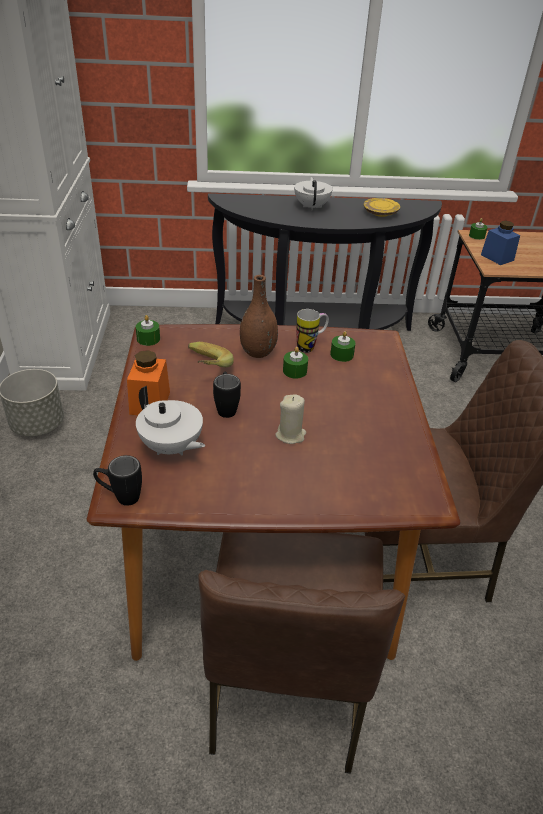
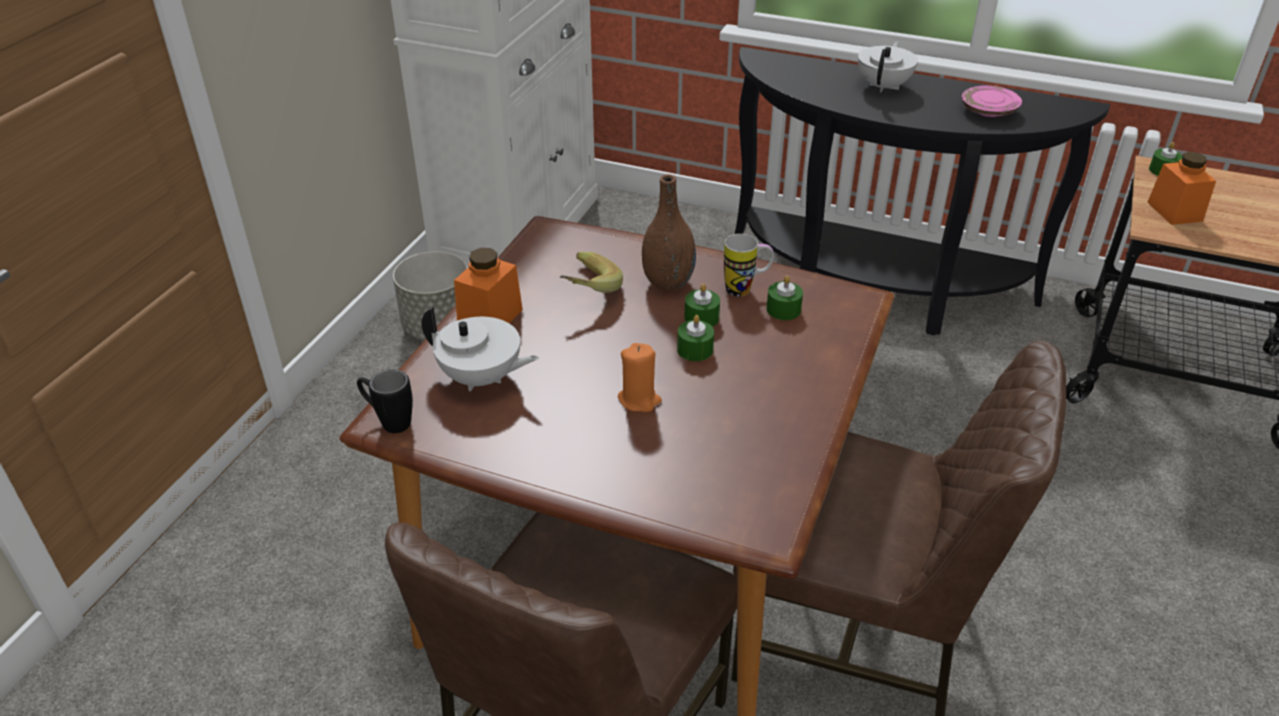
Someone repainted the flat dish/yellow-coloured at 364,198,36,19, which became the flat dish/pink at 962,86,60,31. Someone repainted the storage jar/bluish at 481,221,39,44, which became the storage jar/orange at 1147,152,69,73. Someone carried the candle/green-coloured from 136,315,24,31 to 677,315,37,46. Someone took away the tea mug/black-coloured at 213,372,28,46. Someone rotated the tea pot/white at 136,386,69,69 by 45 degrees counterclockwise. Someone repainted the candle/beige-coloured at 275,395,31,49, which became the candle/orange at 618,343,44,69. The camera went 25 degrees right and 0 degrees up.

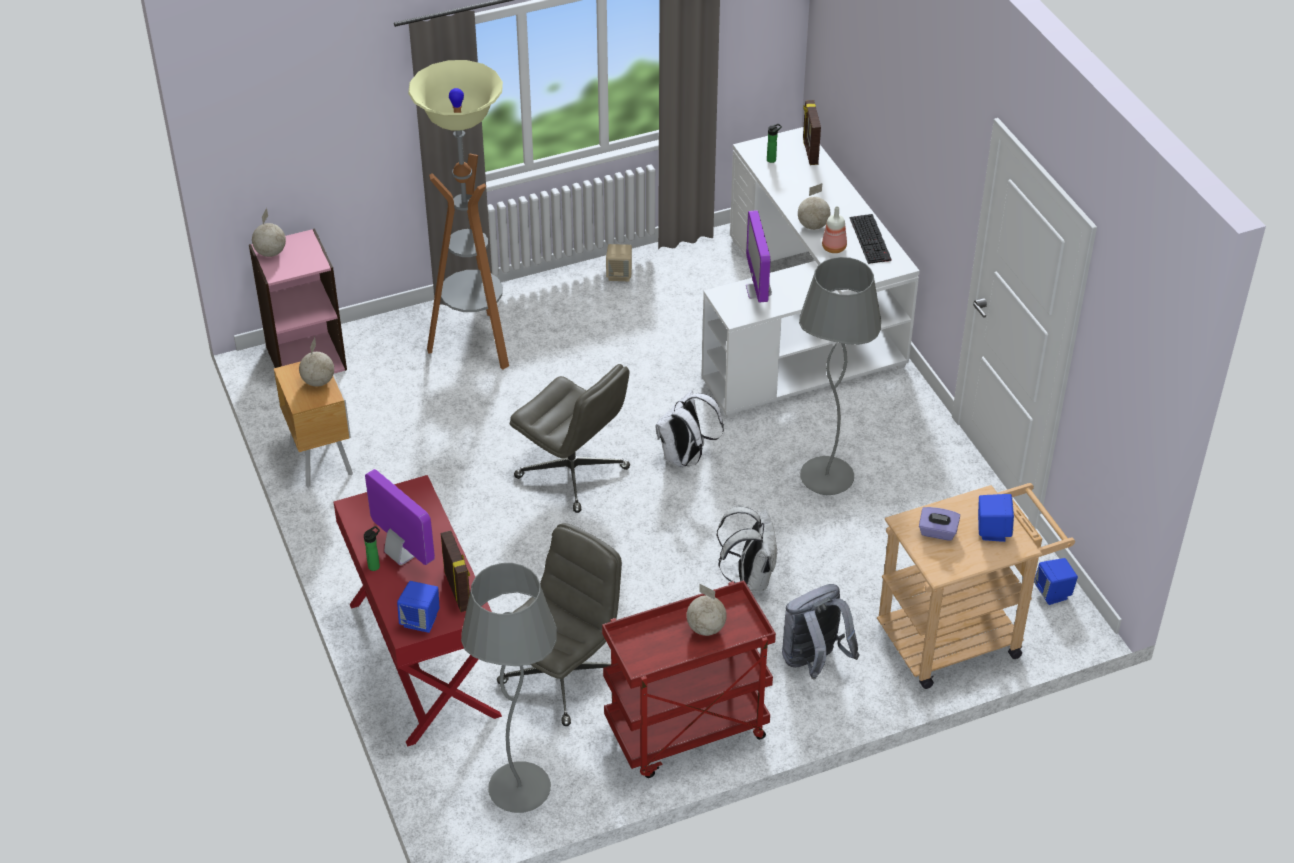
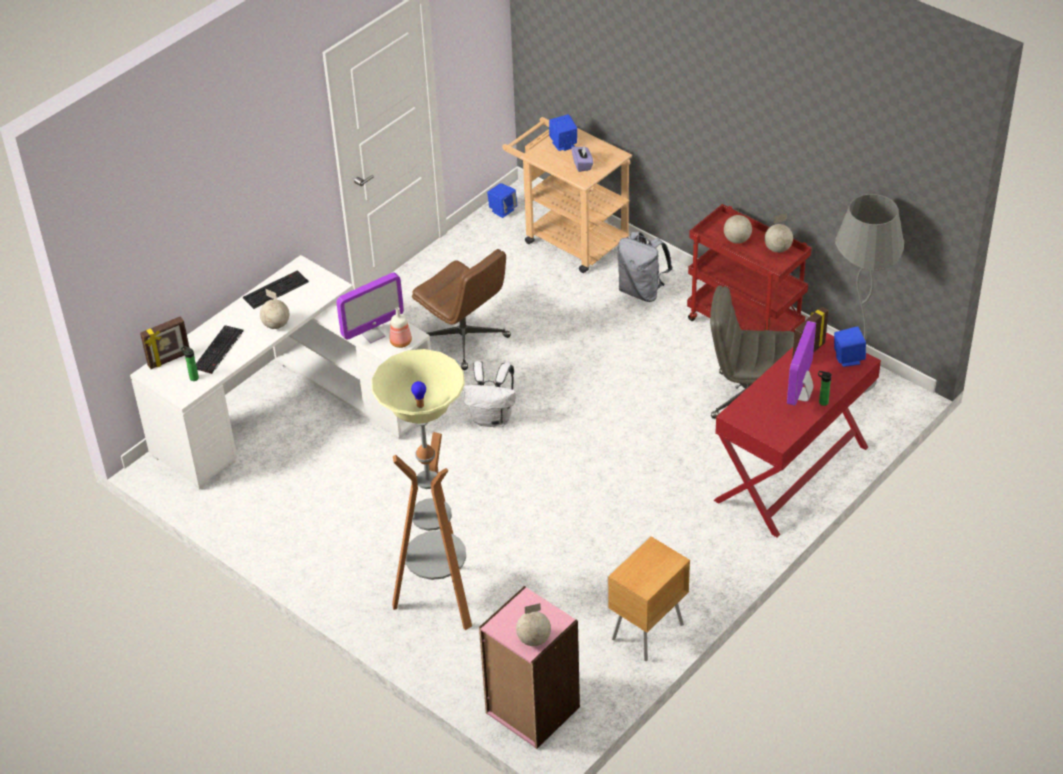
Someone carried the bottle from 822,206,25,47 to 390,307,22,41. Someone took away the audio speaker/beige-coloured at 606,244,26,37. Someone swapped the standing lamp/grey at 799,257,82,238 for the office chair/brownish at 412,249,99,121. Someone carried the desk globe from 299,337,35,50 to 764,213,29,40. Someone took away the office chair/grey at 510,364,120,149. Someone took away the knapsack/white at 717,506,61,85. Someone put down the PC keyboard at 196,325,48,49. The camera went 115 degrees left and 0 degrees up.

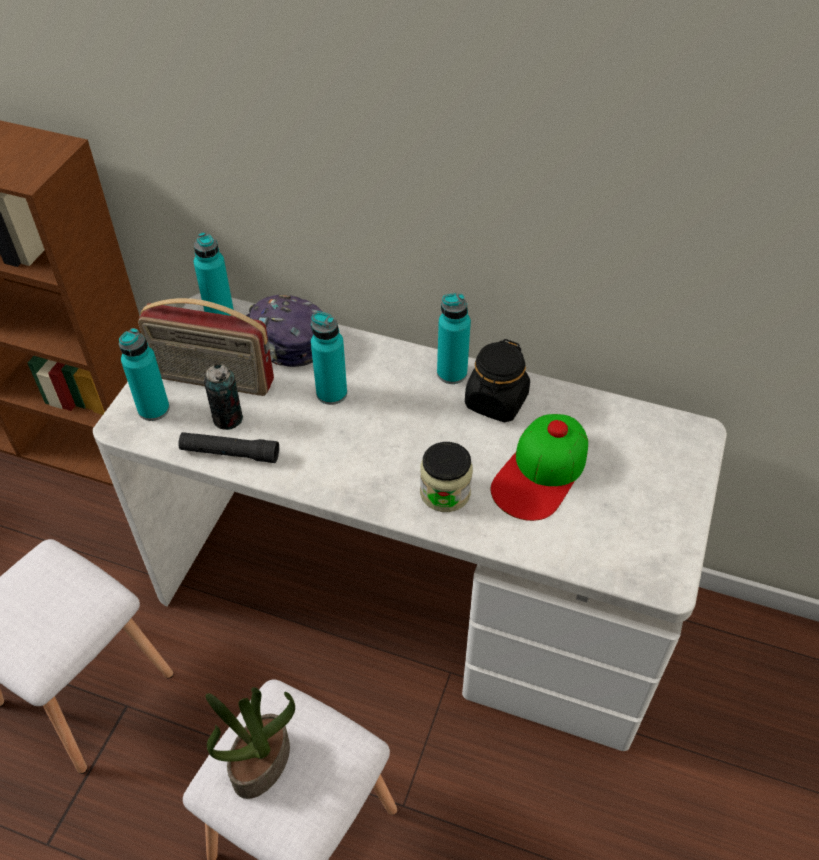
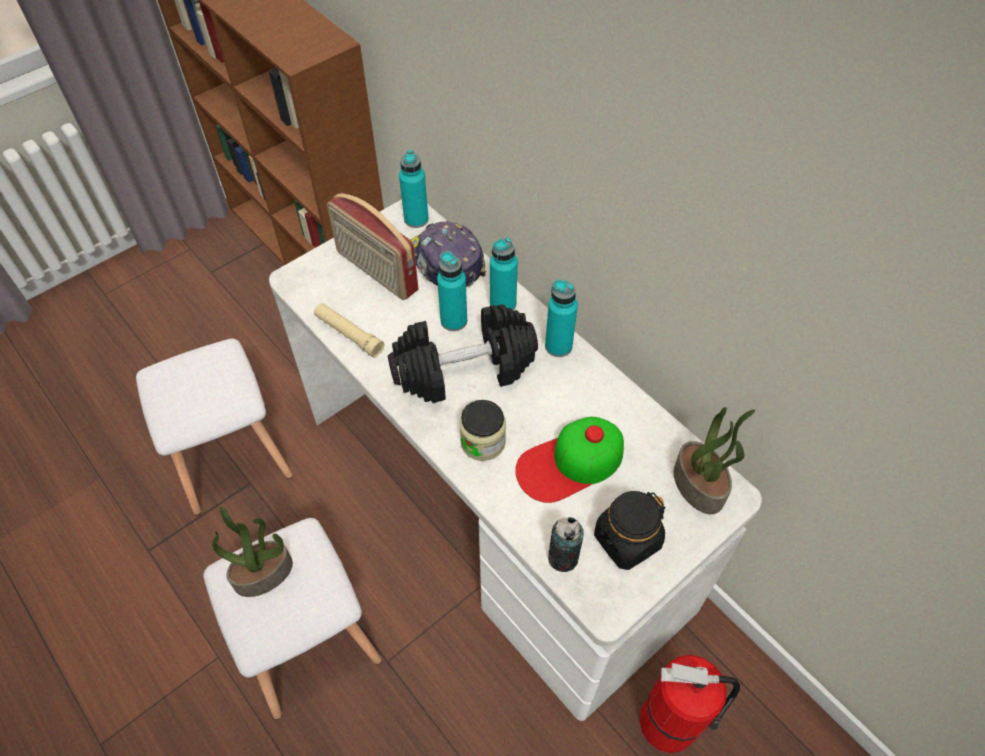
Someone carried the bottle/blue-green from 119,328,51,93 to 490,237,28,74. Someone carried the storage jar/black-coloured from 465,339,65,83 to 594,491,71,79. Someone carried the sealed can from 204,364,39,66 to 548,517,36,55. Someone repainted the flashlight/black-coloured at 178,432,101,31, which became the flashlight/beige-coloured at 314,303,70,55. Someone put down the free weight/black-coloured at 388,304,150,99. Someone put down the houseplant at 674,407,81,107. Someone put down the fire extinguisher at 639,655,101,98. The camera went 30 degrees right and 5 degrees up.

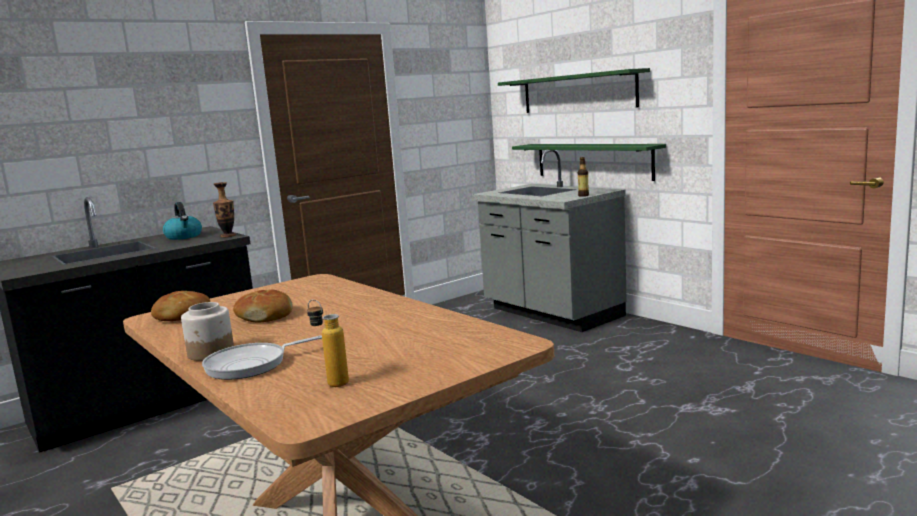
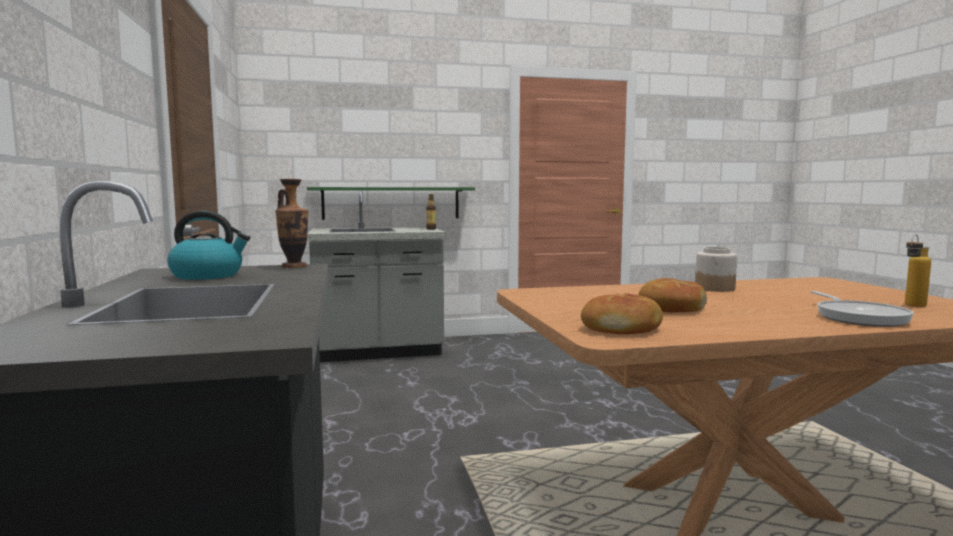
Someone took away the wall shelf/green-coloured at 498,68,152,45. Someone carried the storage jar from 181,302,53,59 to 695,247,42,45. The camera went 65 degrees left and 5 degrees down.

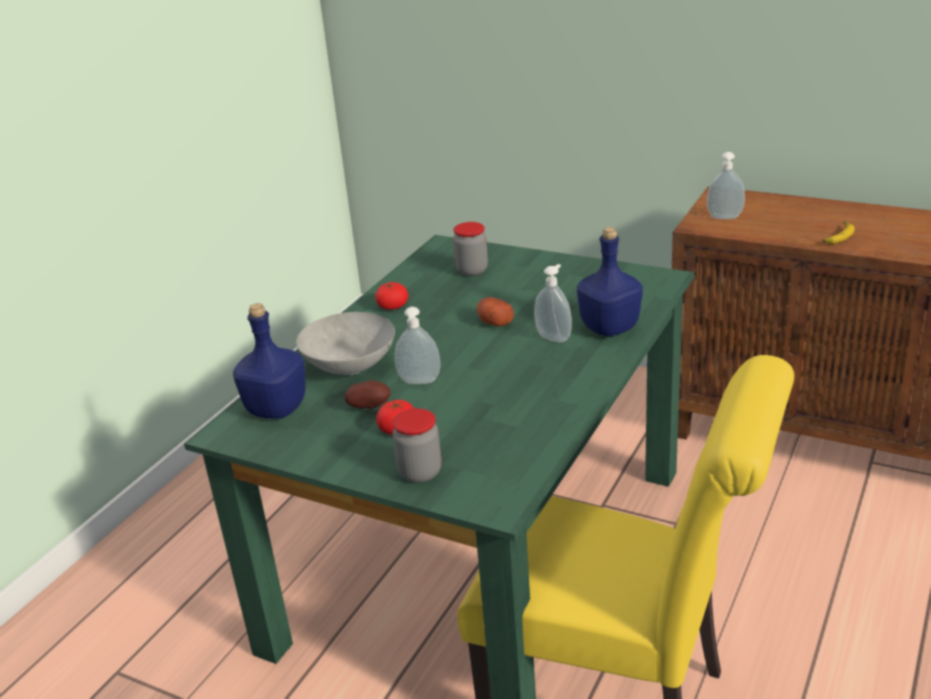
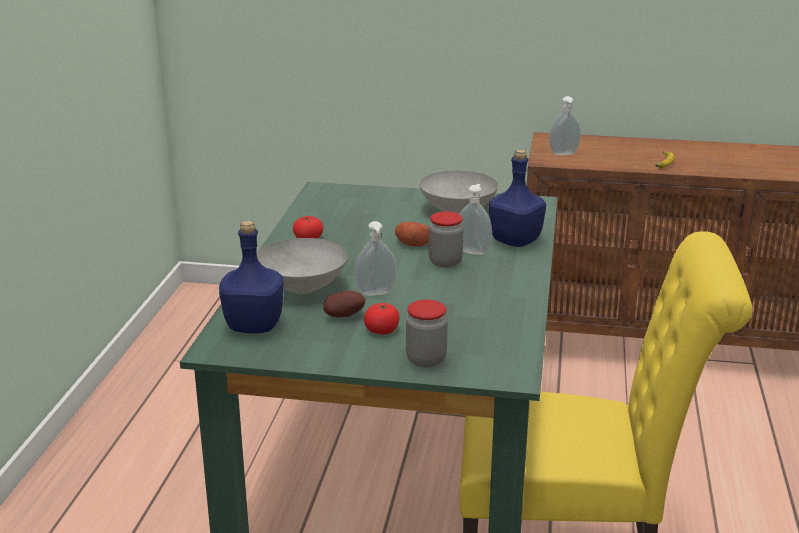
Someone carried the storage jar from 453,222,35,54 to 429,211,35,57. Someone put down the bowl/grey at 419,170,79,44. The camera went 20 degrees left and 5 degrees down.

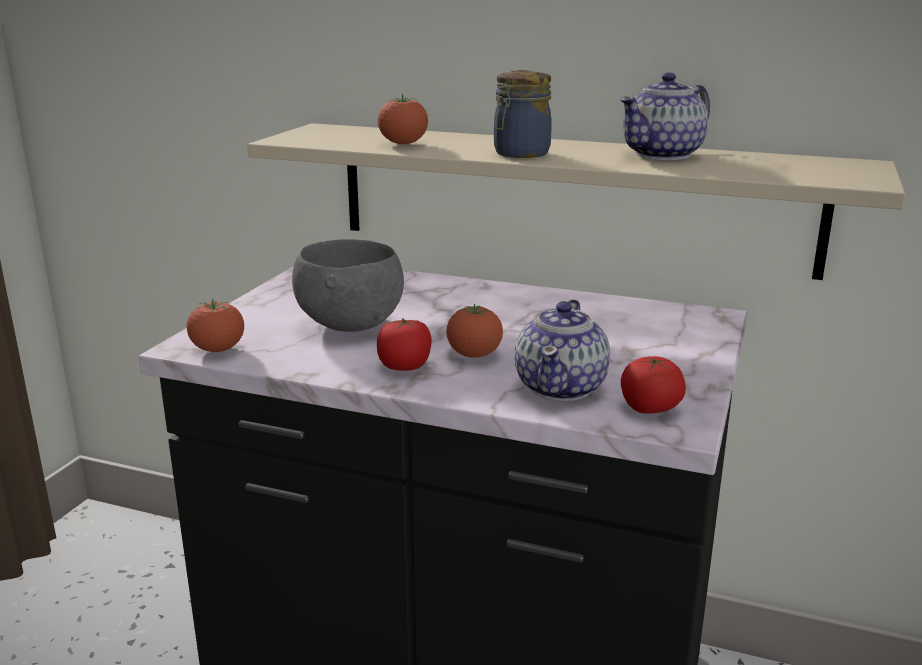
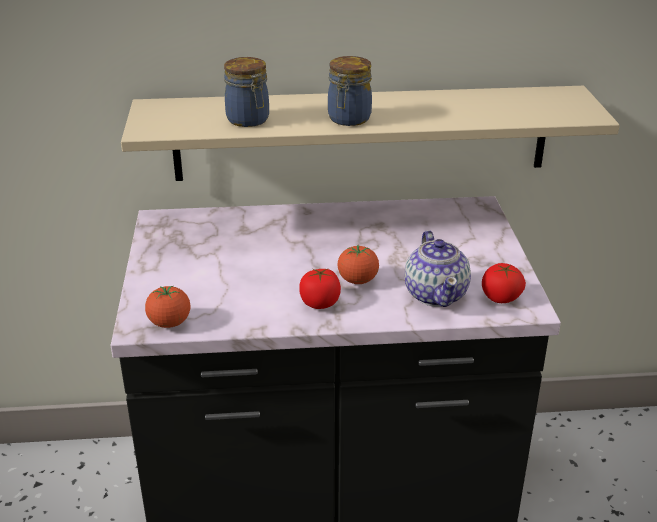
Someone took away the tea pot at 620,73,90,87. Someone swapped the tomato at 378,94,50,50 for the storage jar at 224,57,45,70. Someone took away the bowl/grey at 292,239,112,93. The camera went 25 degrees left and 10 degrees up.

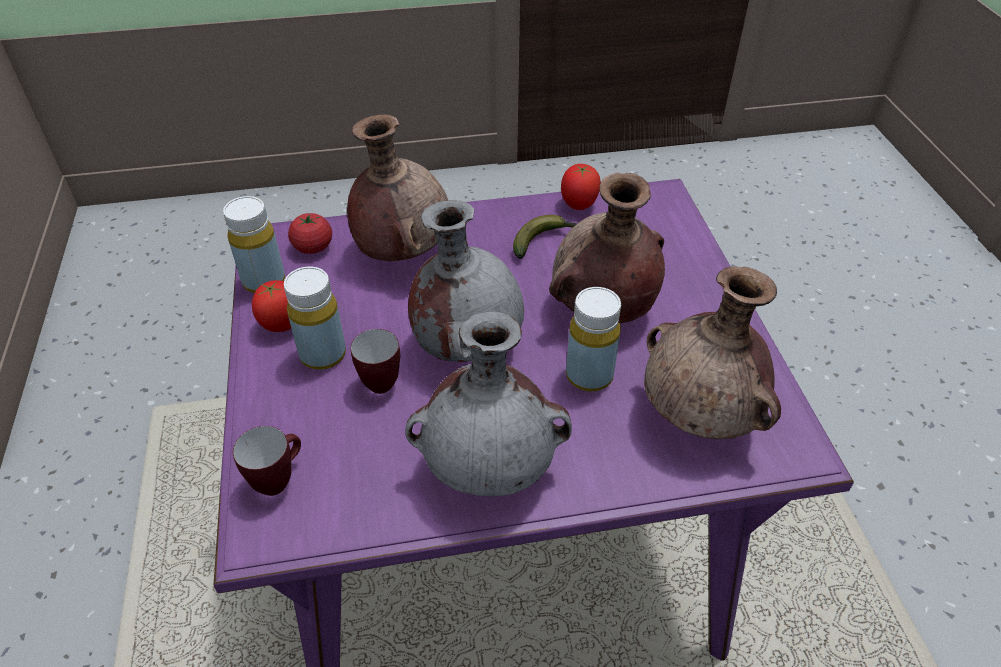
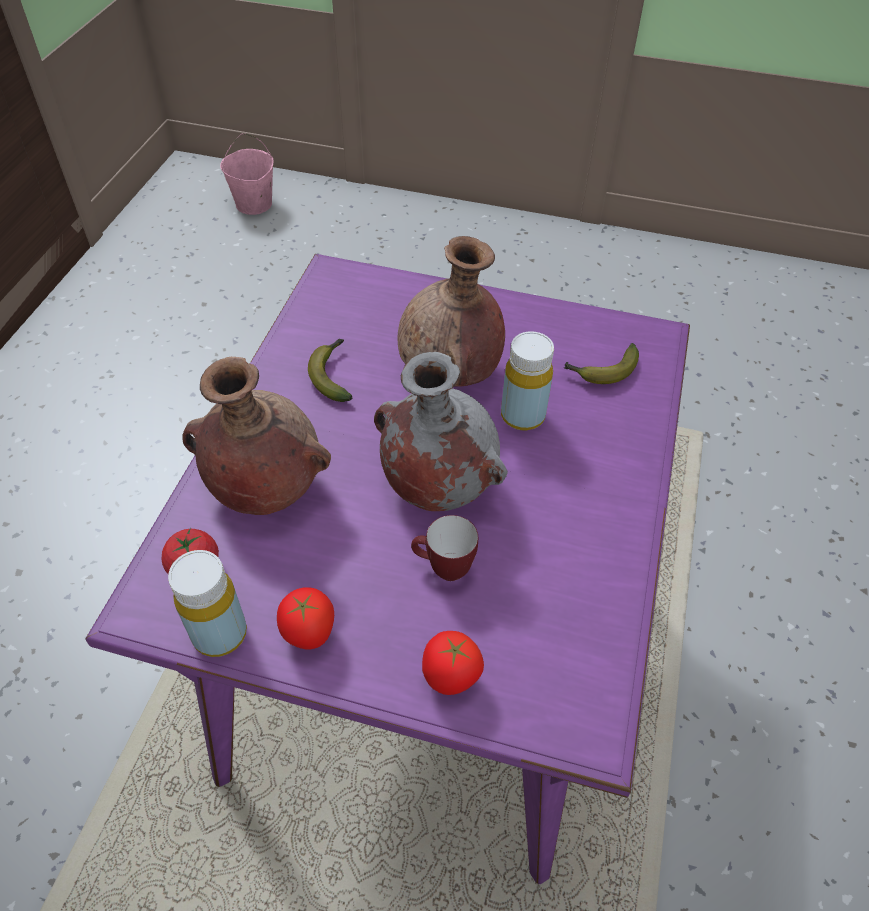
Someone carried the tomato from 561,164,40,46 to 422,631,62,64. Someone swapped the decorative vase/brownish at 644,266,137,173 for the banana at 564,343,75,41. Someone took away the bottle/yellow-coloured at 284,267,62,103. Someone took away the decorative vase/grey at 405,312,167,184. Someone took away the tea mug at 233,426,68,70. Someone put down the pail/pink at 220,133,54,82. The camera went 65 degrees left and 5 degrees up.

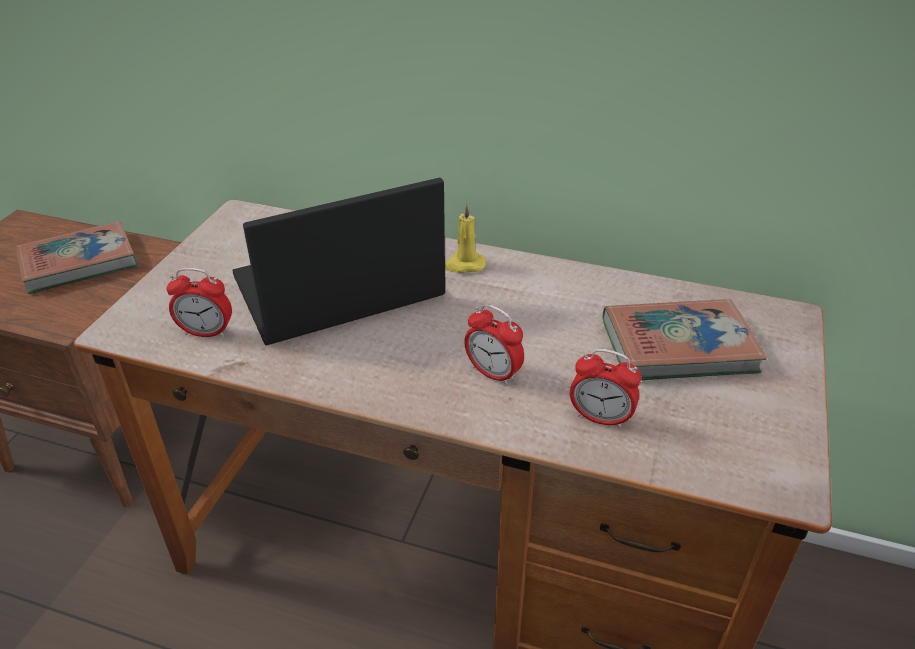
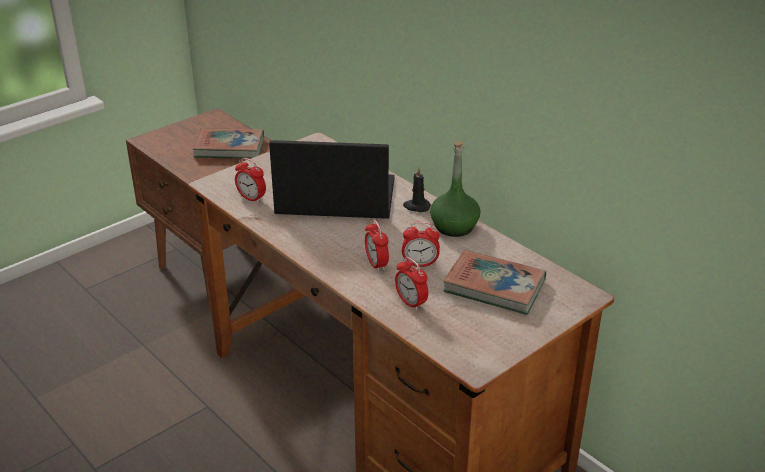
Someone repainted the candle/yellow-coloured at 445,203,41,70, which became the candle/black-coloured at 403,167,28,45. Someone put down the bottle/green-coloured at 430,141,50,96. Someone put down the alarm clock at 402,222,38,45. The camera went 30 degrees right and 5 degrees down.

